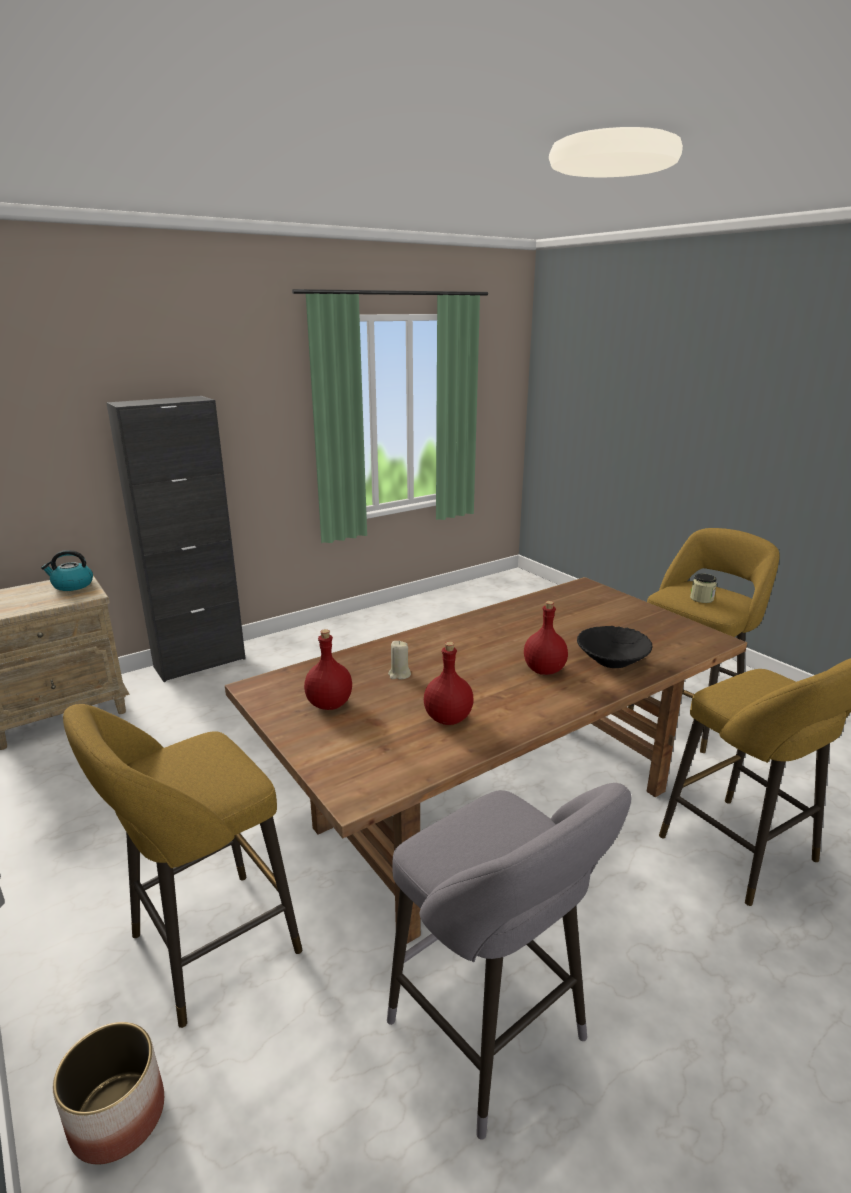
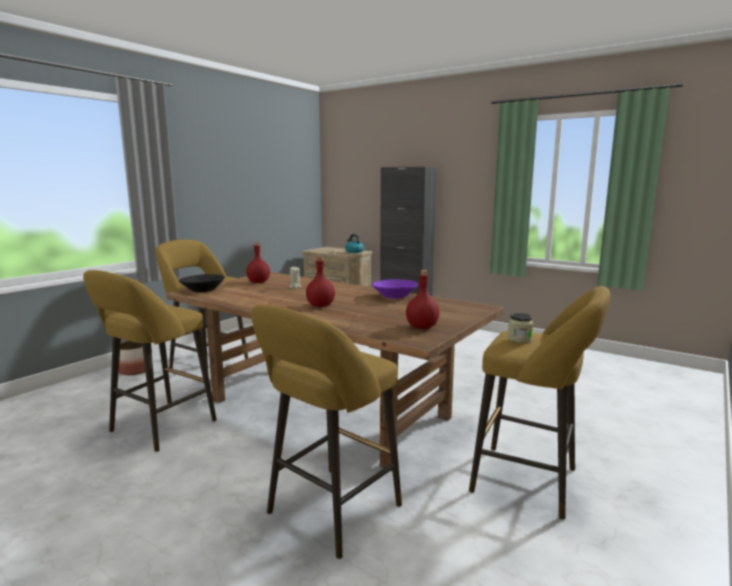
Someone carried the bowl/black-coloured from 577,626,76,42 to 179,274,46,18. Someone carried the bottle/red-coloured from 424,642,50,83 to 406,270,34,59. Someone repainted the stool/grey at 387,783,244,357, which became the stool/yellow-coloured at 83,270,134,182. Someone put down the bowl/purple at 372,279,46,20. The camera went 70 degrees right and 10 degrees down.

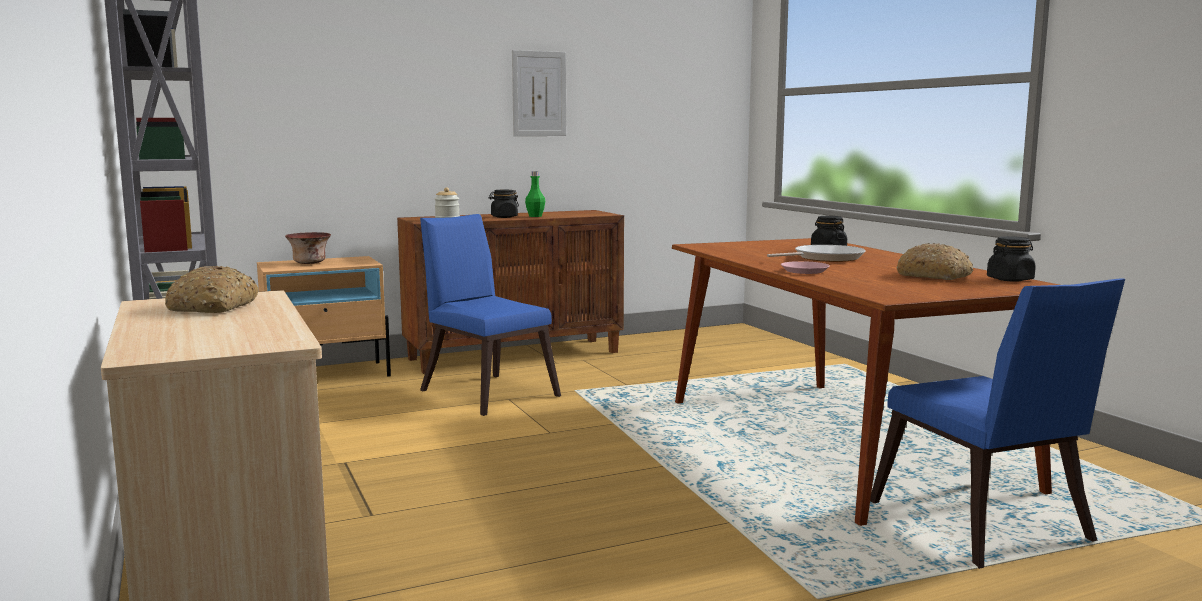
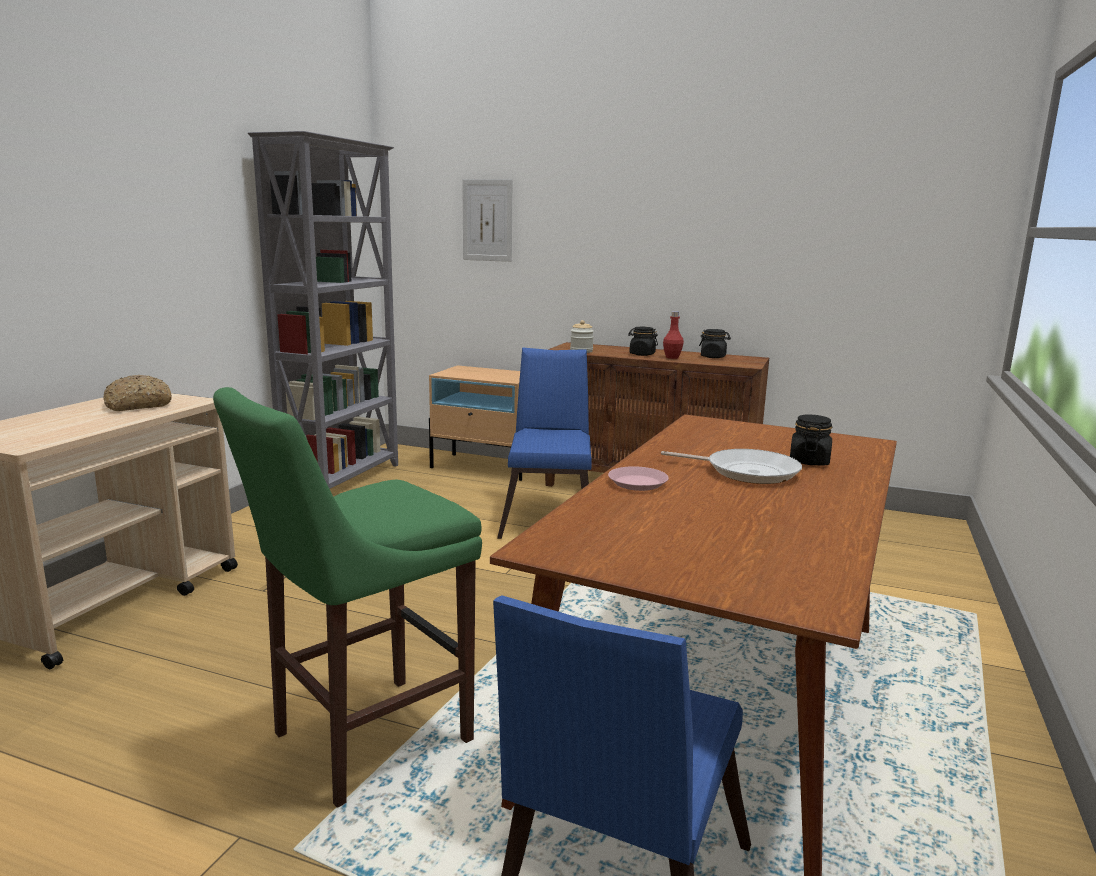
Someone carried the picture from 512,50,54,86 to 462,179,50,83. Someone repainted the bottle/green-coloured at 525,171,20,46, which became the bottle/red-coloured at 663,311,21,48. Someone took away the bowl at 285,232,46,32. Someone carried the storage jar/black-coloured from 987,236,49,46 to 699,329,32,29. Someone took away the bread at 896,243,78,37. Someone put down the stool/green-coloured at 213,387,269,420. The camera went 45 degrees right and 5 degrees up.

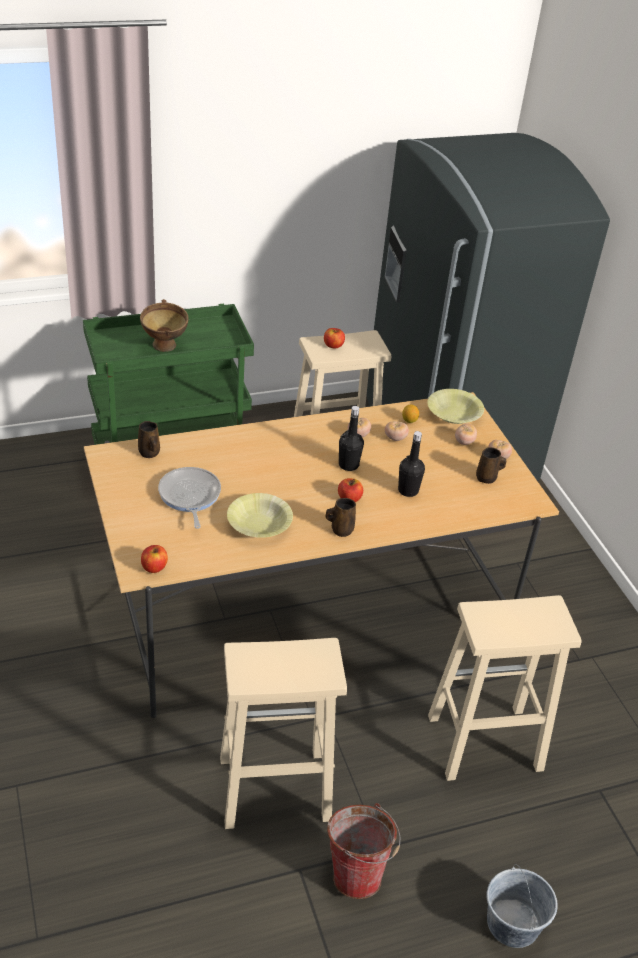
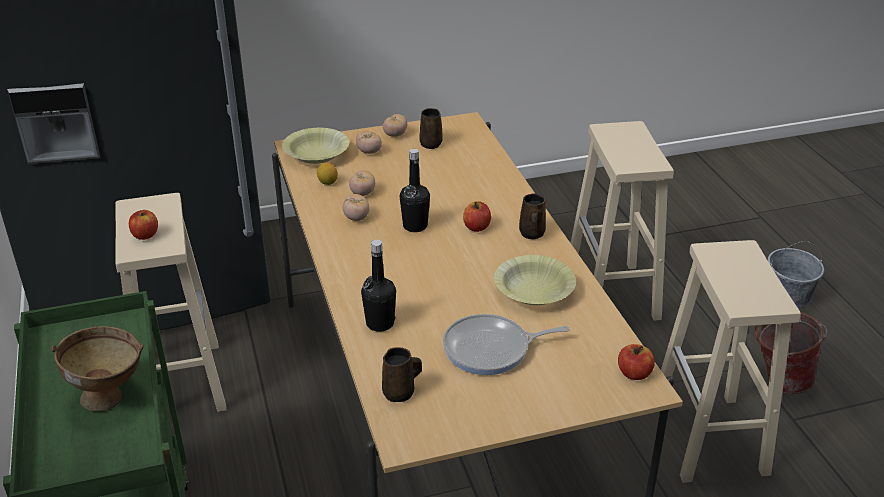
Someone carried the bottle/black-coloured from 398,431,27,66 to 361,240,35,92. The camera went 85 degrees left and 5 degrees down.

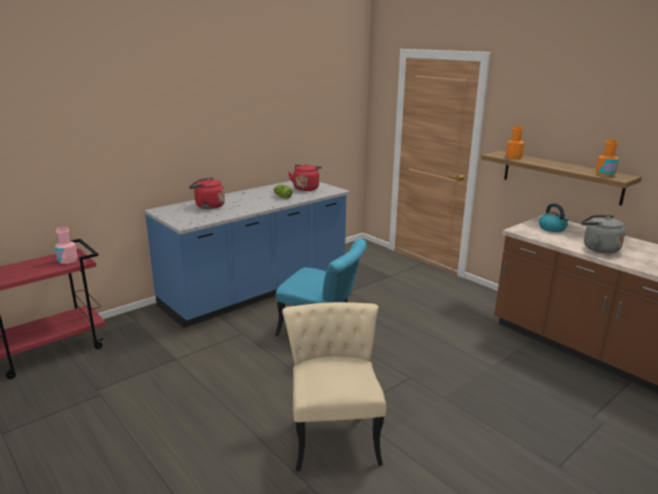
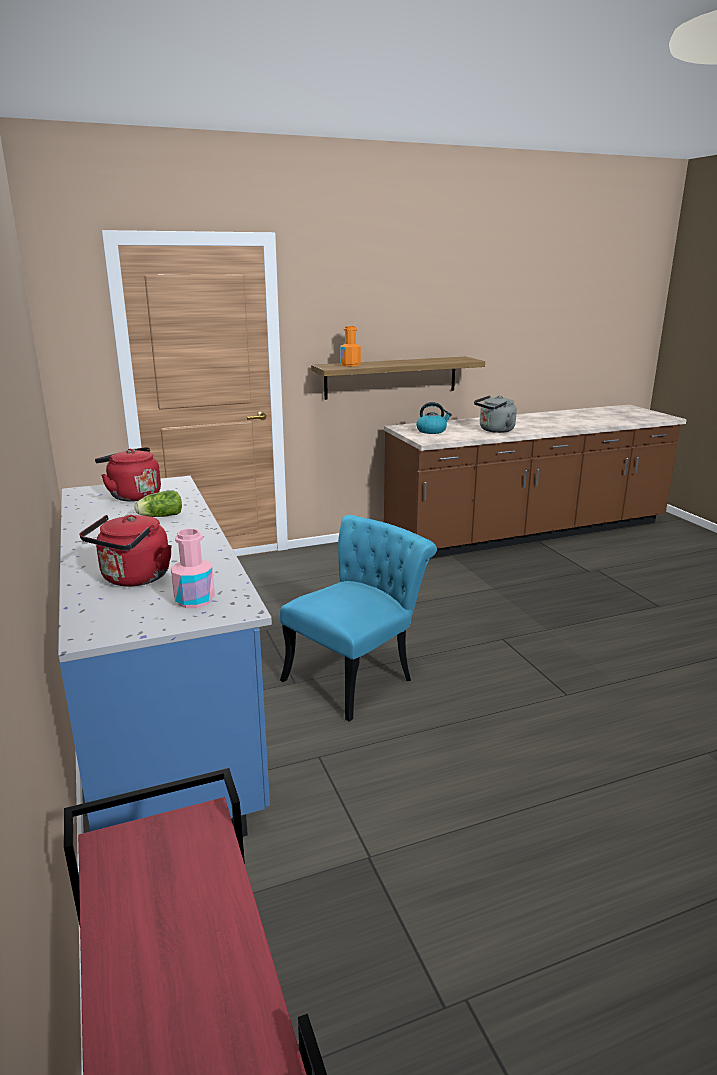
Someone took away the bottle/orange at 596,140,23,36. Someone carried the bottle/pink from 55,227,23,37 to 171,529,44,79. Someone took away the chair/beige-coloured at 282,302,104,169. The camera went 70 degrees left and 0 degrees up.

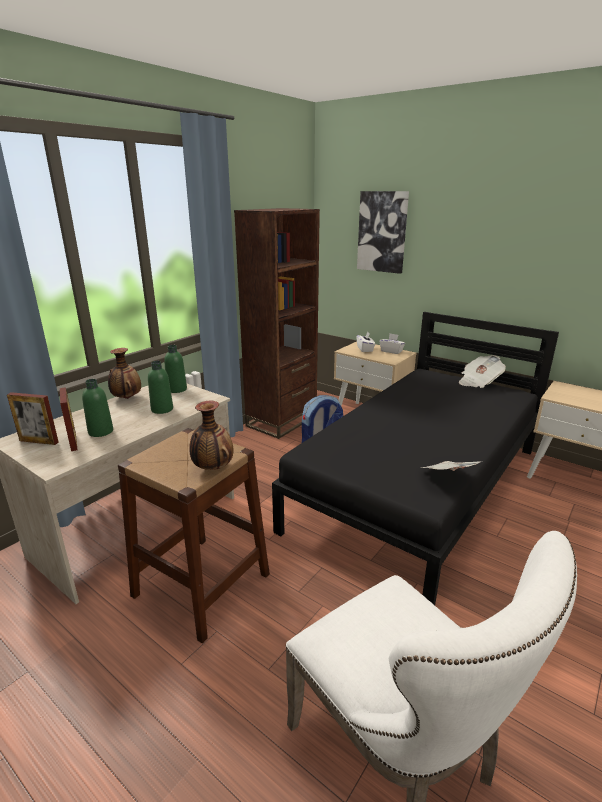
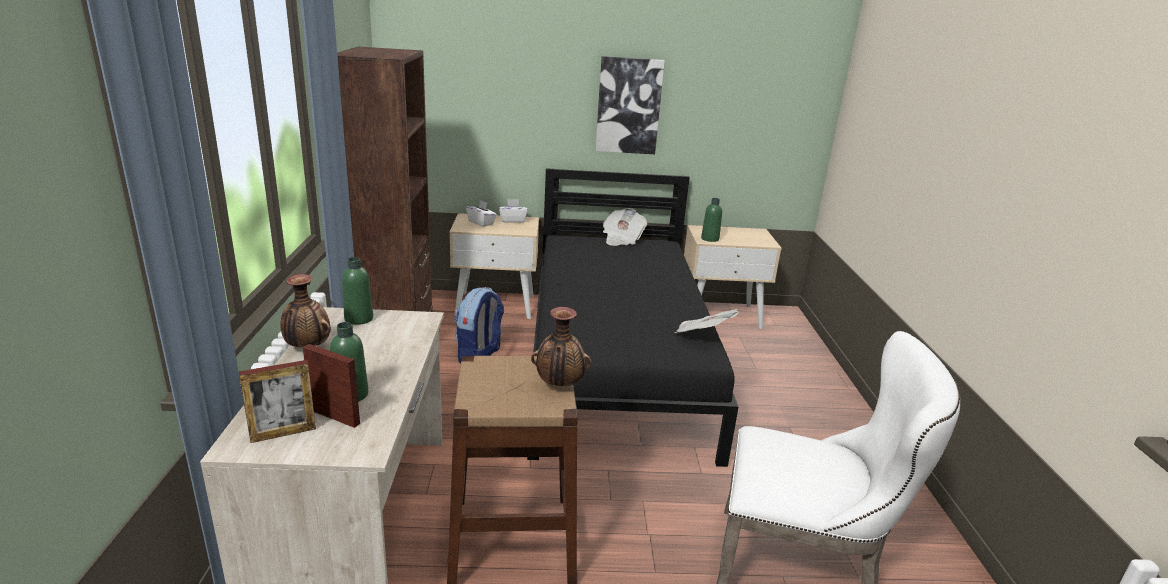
Someone carried the picture from 357,191,52,83 to 595,56,70,98. Someone carried the bottle/green-coloured from 148,361,25,53 to 701,198,21,44. The camera went 40 degrees left and 0 degrees up.

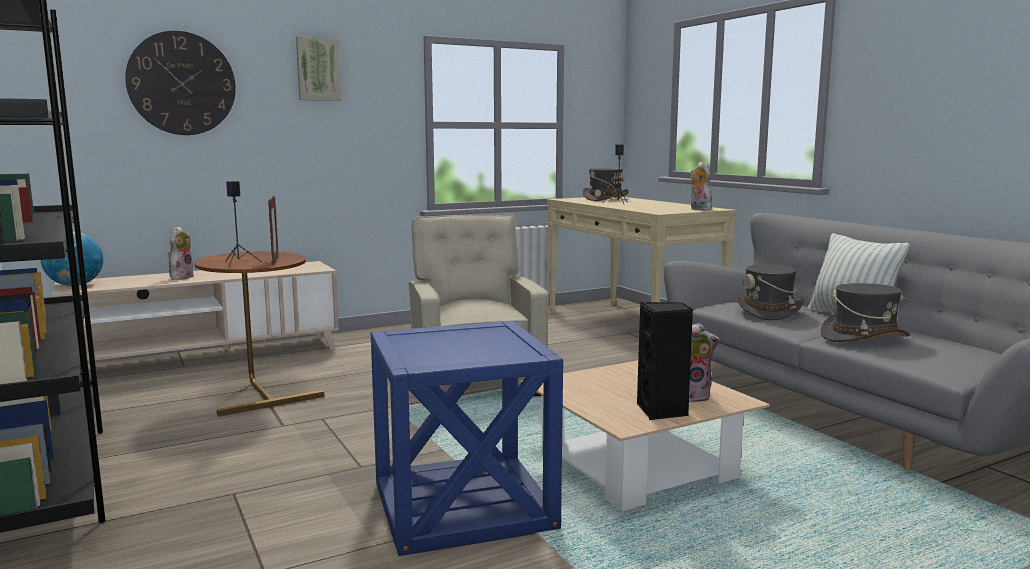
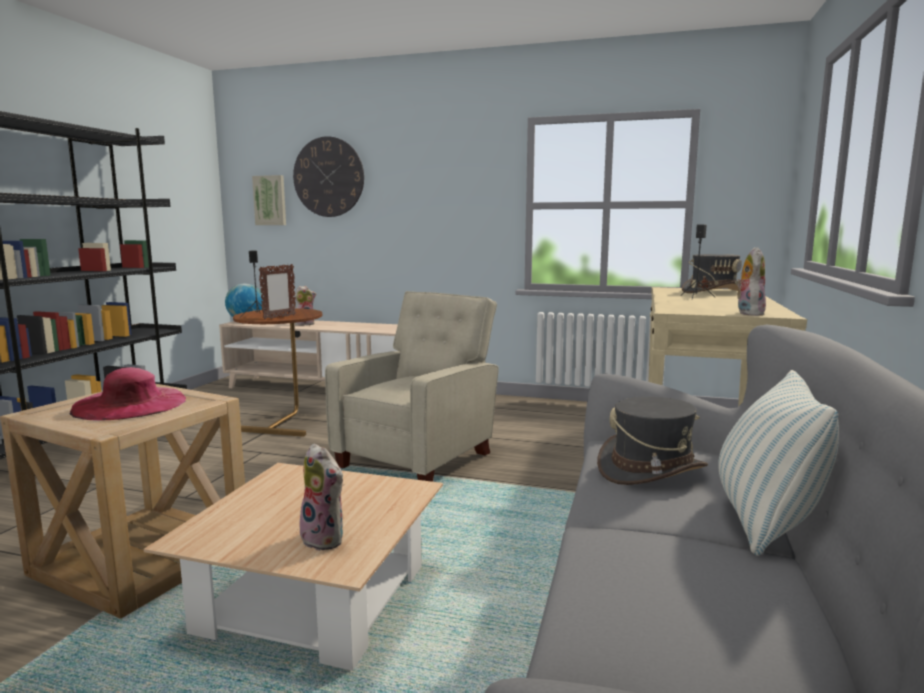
Someone carried the picture from 296,36,45,65 to 252,175,34,50. Someone took away the hat/grey at 821,283,89,59. Someone took away the audio speaker/black-coloured at 637,302,56,118. Someone repainted the accent table/bluish at 371,321,192,235, which became the accent table/beige-coloured at 0,384,245,235. Someone put down the hat/pink at 70,367,116,54. The camera went 45 degrees right and 0 degrees up.

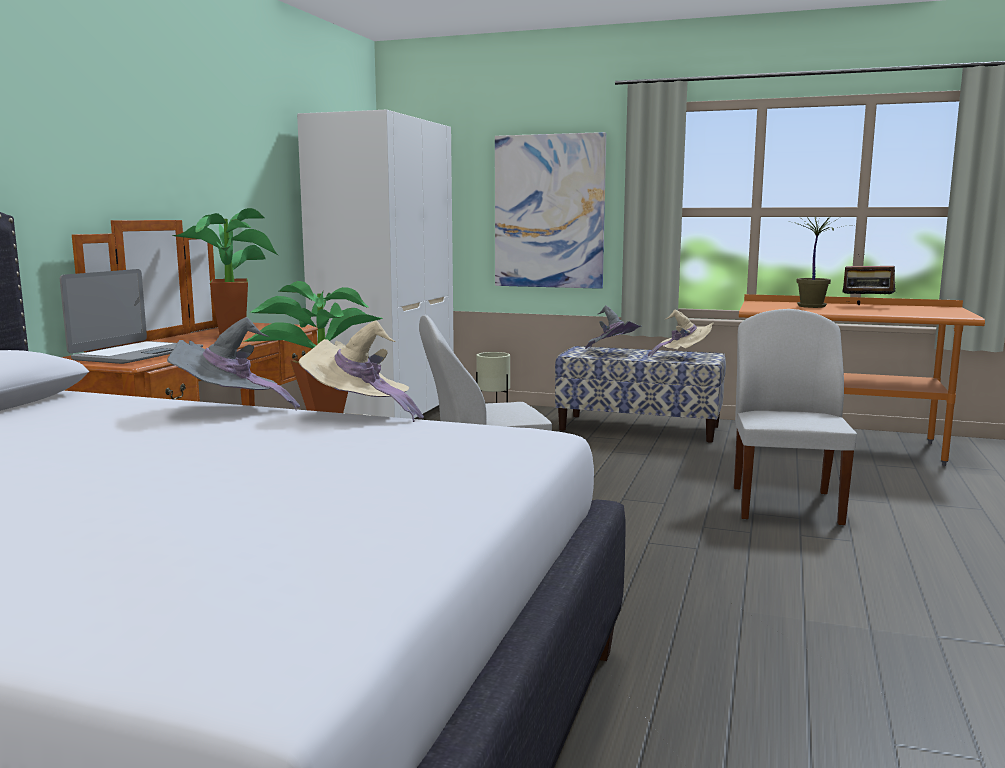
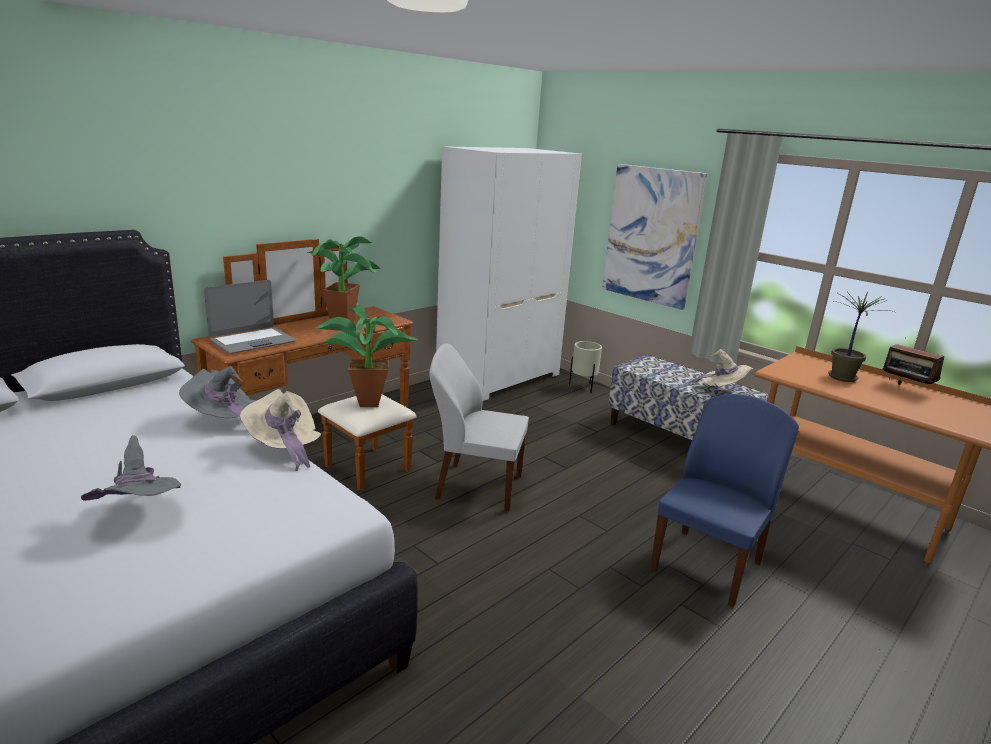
Someone carried the hat/grey from 585,305,57,44 to 81,435,100,66. Someone repainted the chair/white at 734,309,123,216, which became the chair/bluish at 650,394,149,213. The camera went 25 degrees right and 10 degrees up.

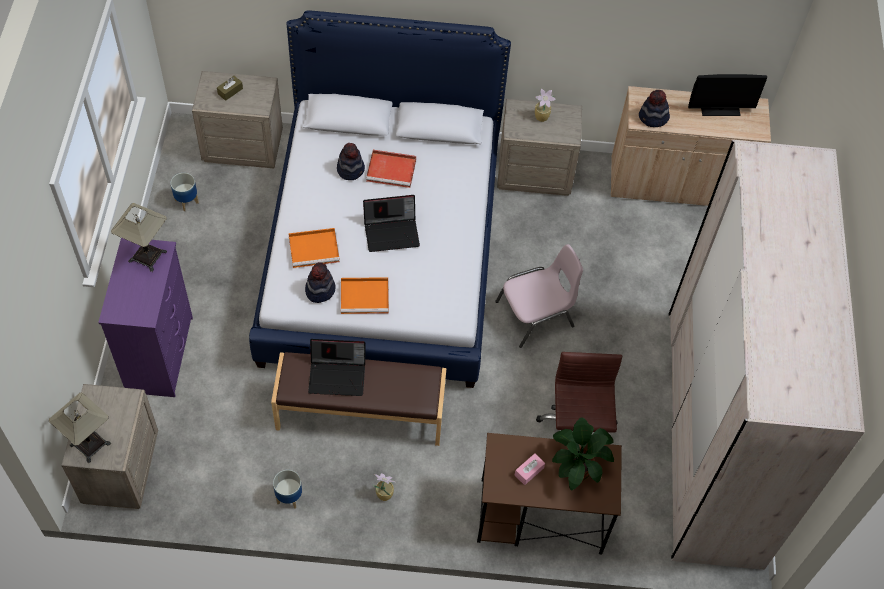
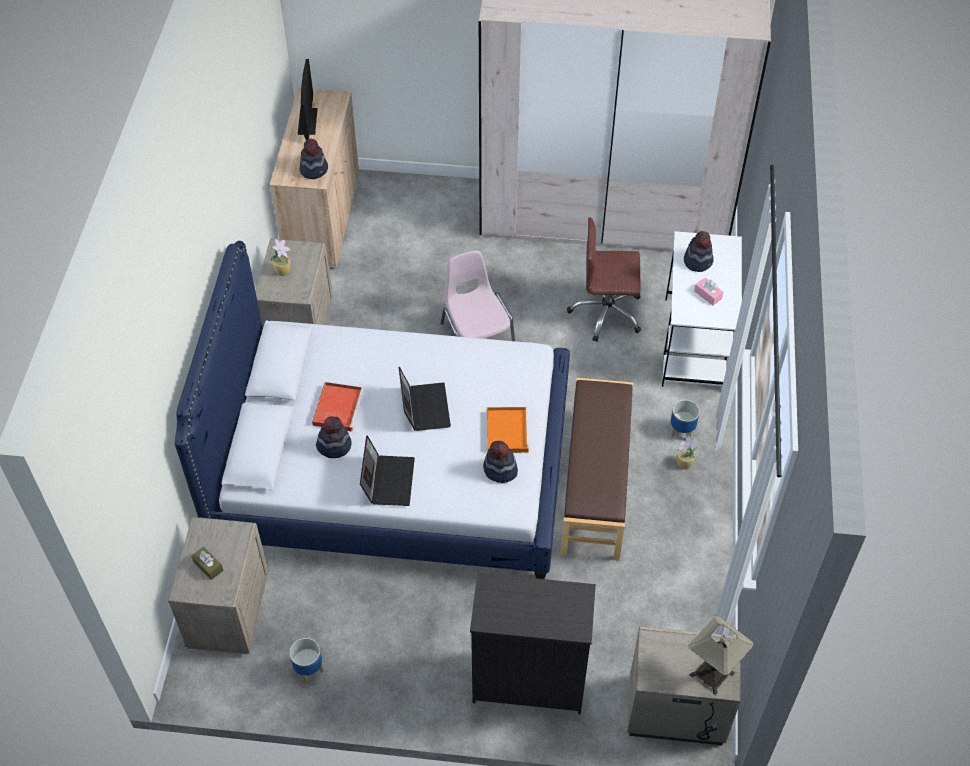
Someone took away the lamp for a table at 111,203,56,69. Someone took away the carrying tray/orange at 288,228,52,40. Someone repainted the dresser/purple at 98,238,95,159, which became the dresser/black-coloured at 470,573,126,141. Someone carried the laptop from 308,339,57,57 to 360,435,55,71. Someone swapped the houseplant at 552,418,62,73 for the hat at 684,231,30,41. Someone repainted the desk table/brownish at 477,433,145,121, which became the desk table/white at 662,231,80,156. Someone carried the planter from 273,470,29,39 to 671,400,29,39. The camera went 85 degrees left and 5 degrees down.

